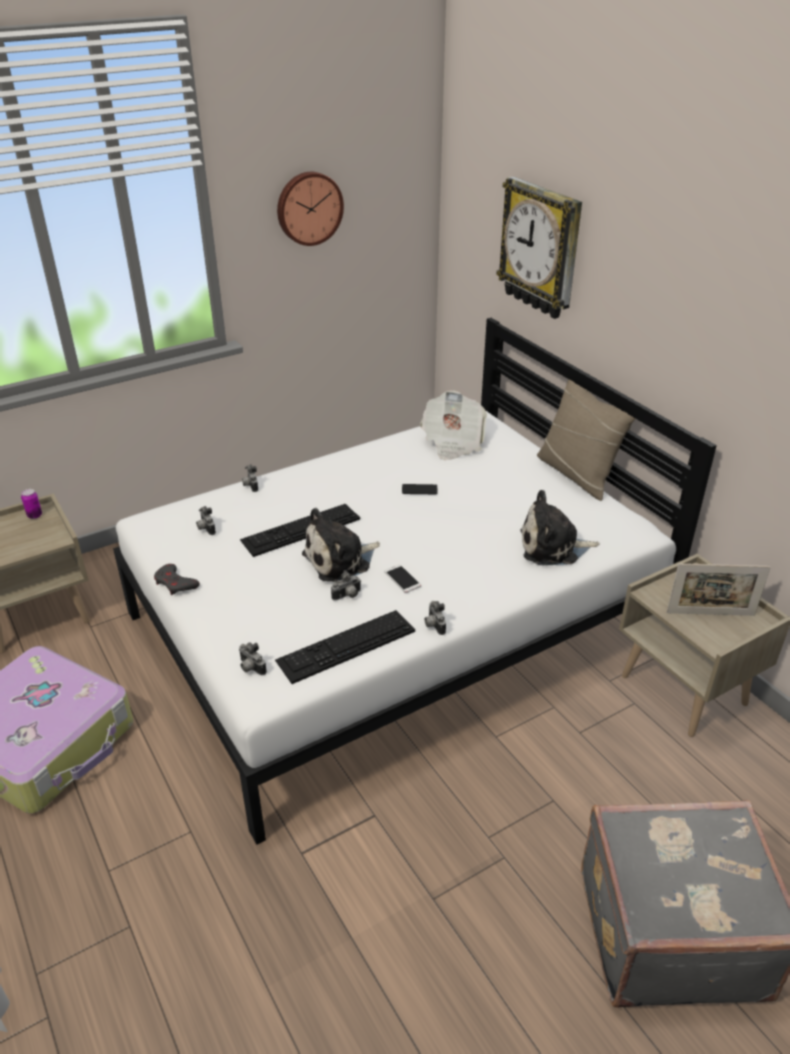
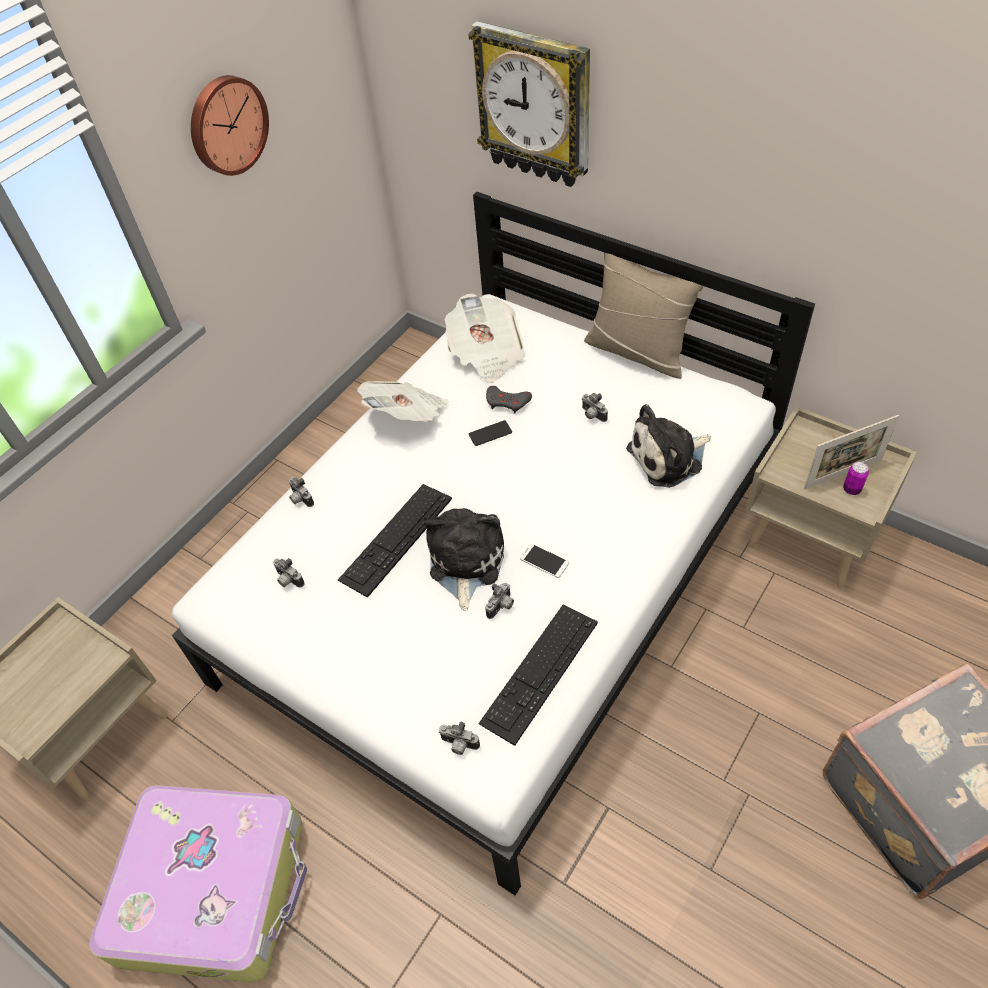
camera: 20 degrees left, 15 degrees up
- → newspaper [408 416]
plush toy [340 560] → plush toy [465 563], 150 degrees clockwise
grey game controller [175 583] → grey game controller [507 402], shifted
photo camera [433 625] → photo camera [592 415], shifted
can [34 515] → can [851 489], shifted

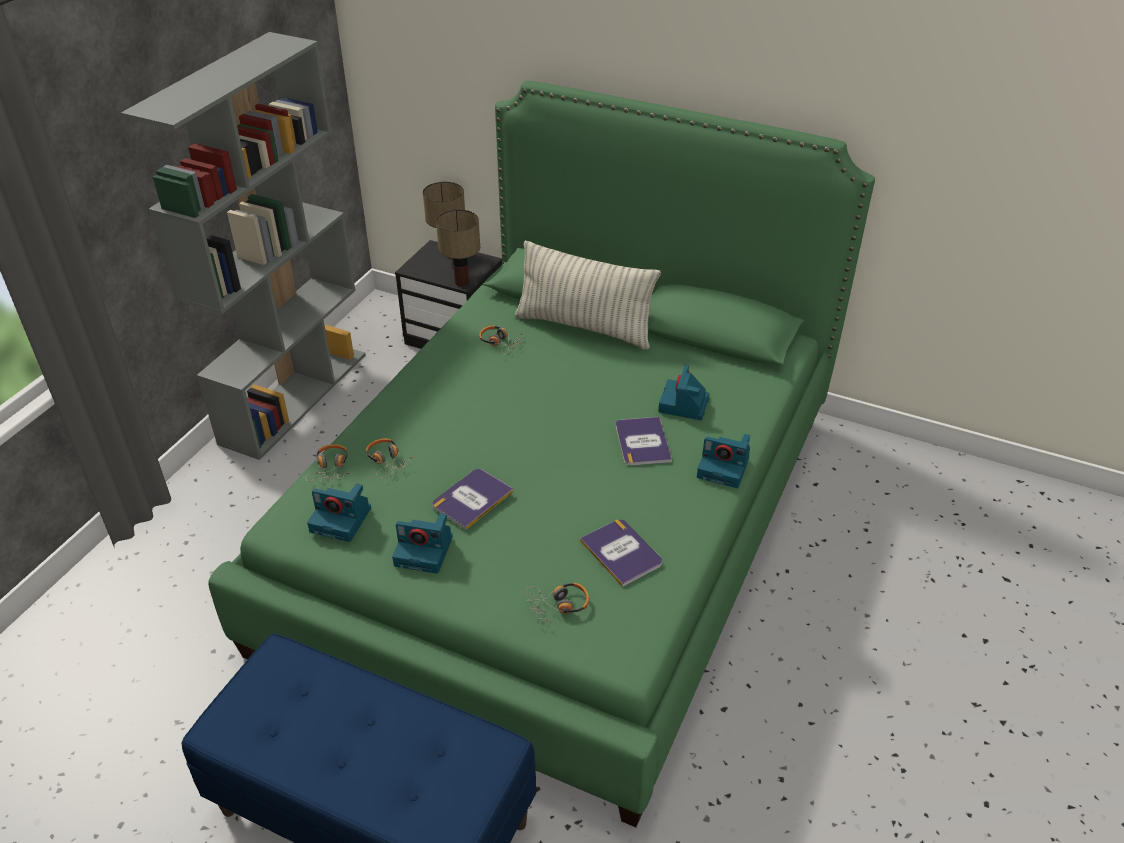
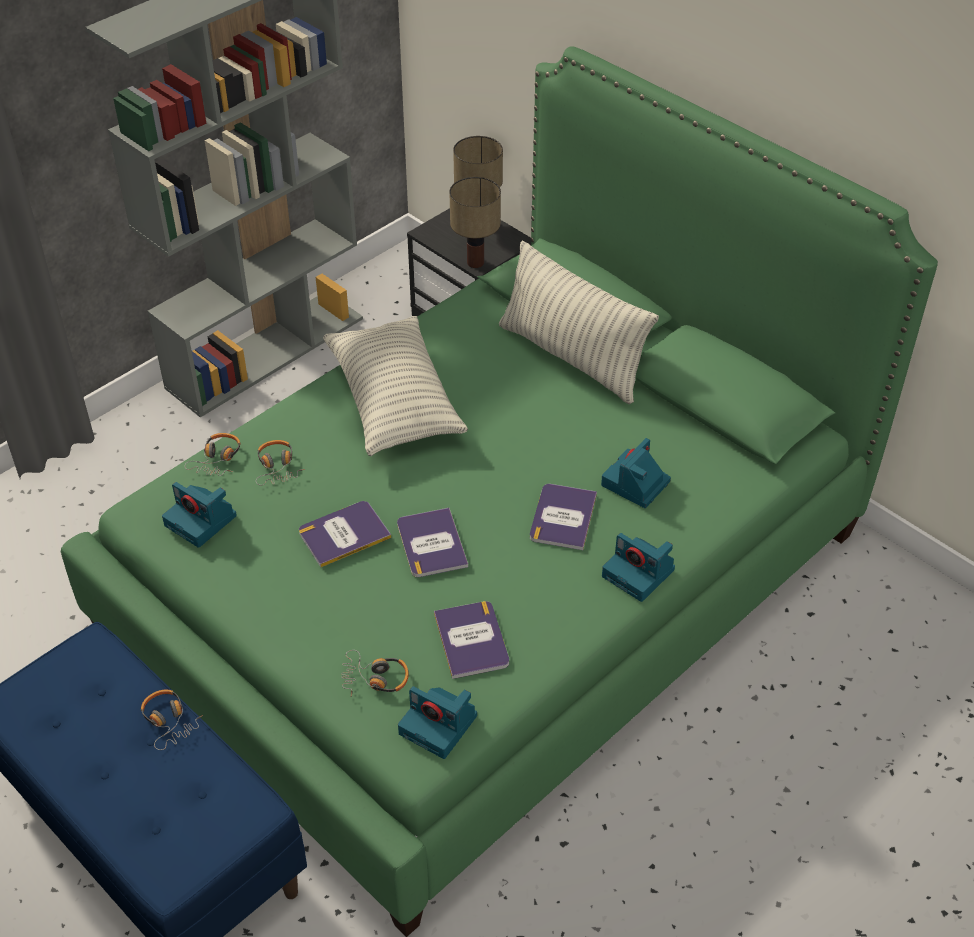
camera: 20 degrees right, 5 degrees up
headphones [501 343] → headphones [169 721], shifted
- → pillow [394 402]
- → book [431 544]
photo camera [425 551] → photo camera [440 725], shifted

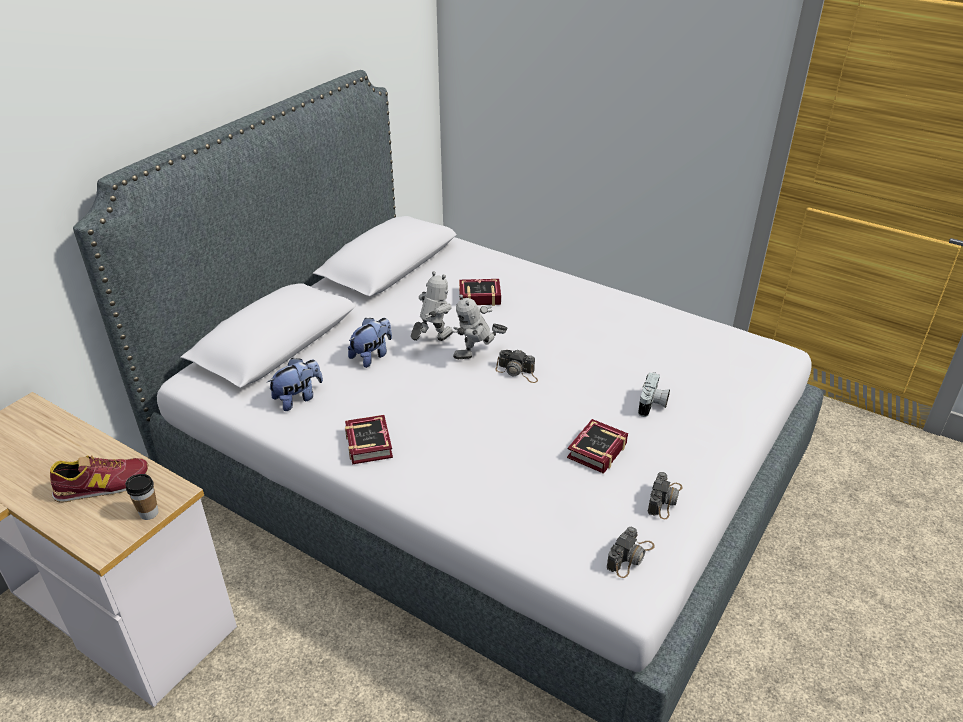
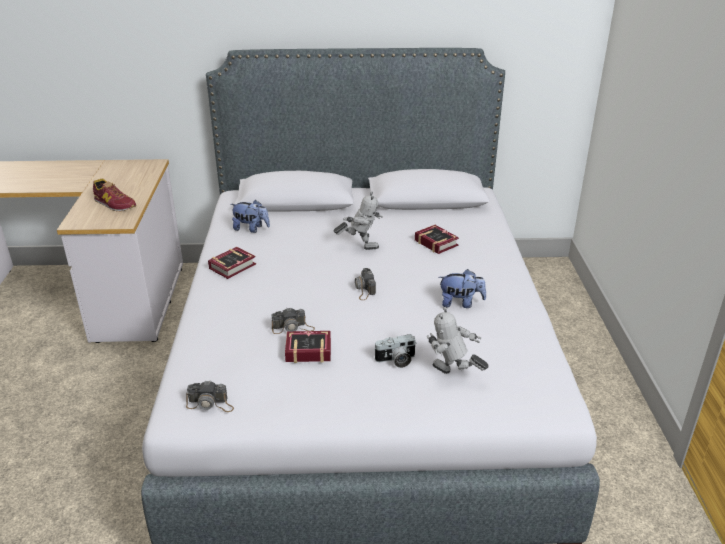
camera: 55 degrees right, 5 degrees down
photo camera [665 499] → photo camera [293 328], shifted
toy robot [477 356] → toy robot [452 376], shifted
plush toy [372 356] → plush toy [460 303], shifted
cup [149 513] → -

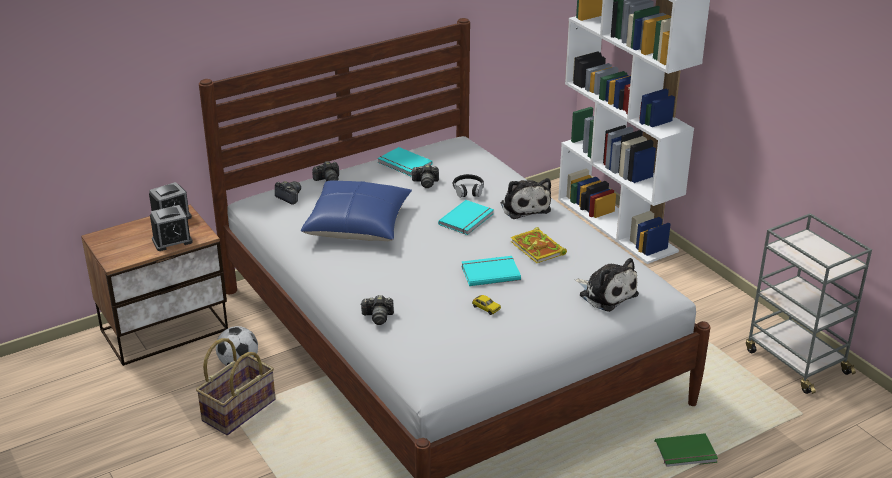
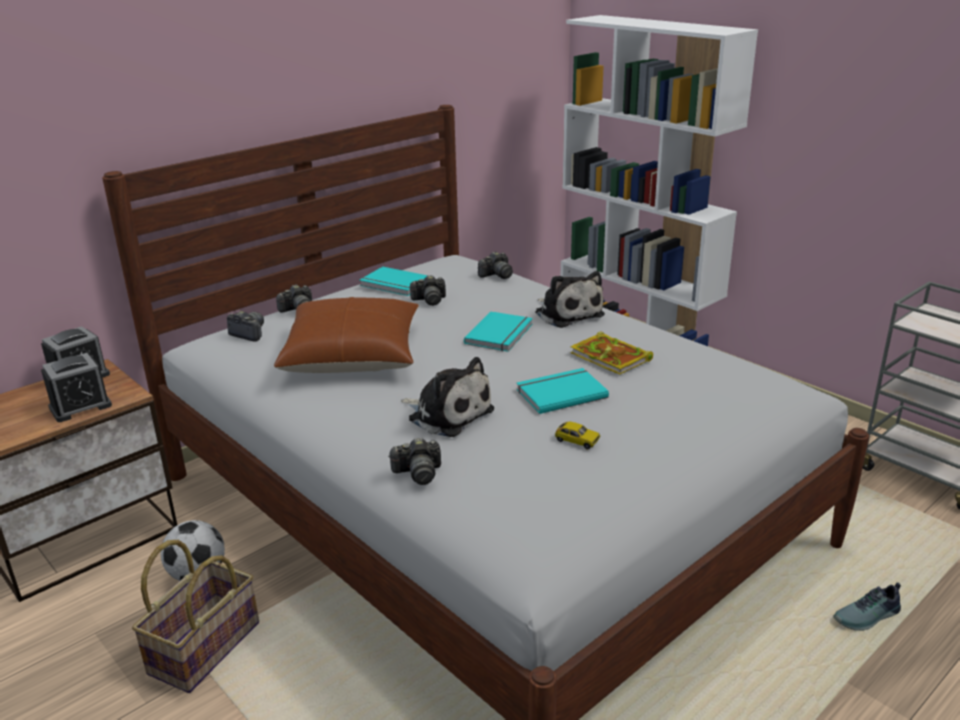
camera: 10 degrees left, 5 degrees down
blue pillow [358 224] → brown pillow [353 355]
plush toy [606 294] → plush toy [447 414], shifted
- → photo camera [497 275]
green book [686 454] → shoe [868 617]
black headphones [468 190] → -

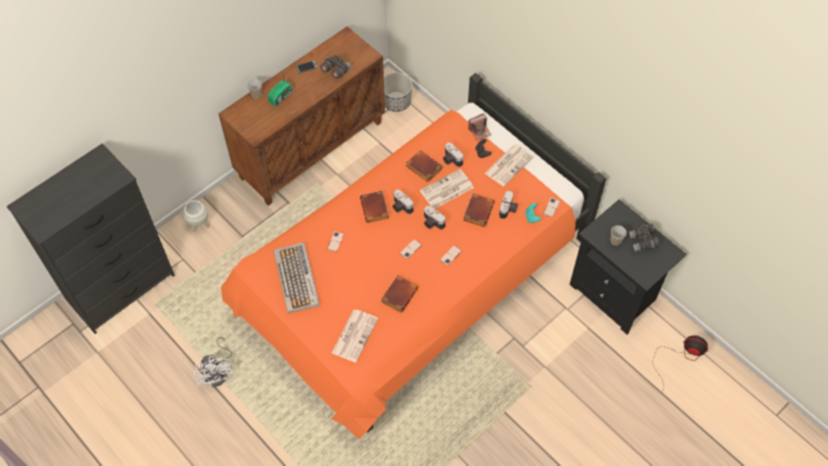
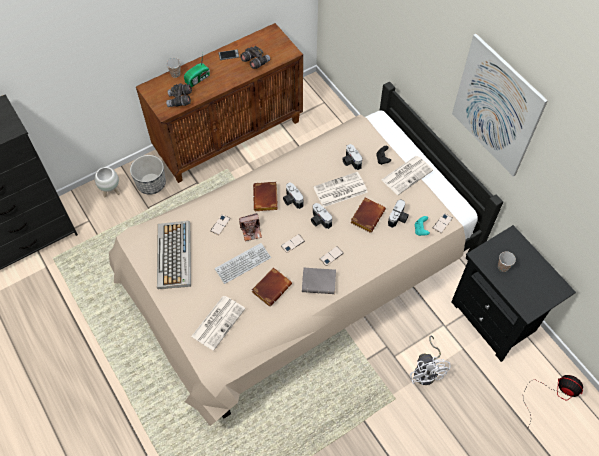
camera: 10 degrees right, 0 degrees up
orange bed [413 282] → beige bed [299 276]
planter [396 102] → planter [151 184], shifted
grey binoculars [643 242] → grey binoculars [180 100], shifted
- → keyboard [243 263]
photo camera [479 131] → photo camera [251 231], shifted
- → grey book [319 281]
white fan [218 372] → white fan [427 371], shifted
- → picture [496 107]
brown book [422 168] → -

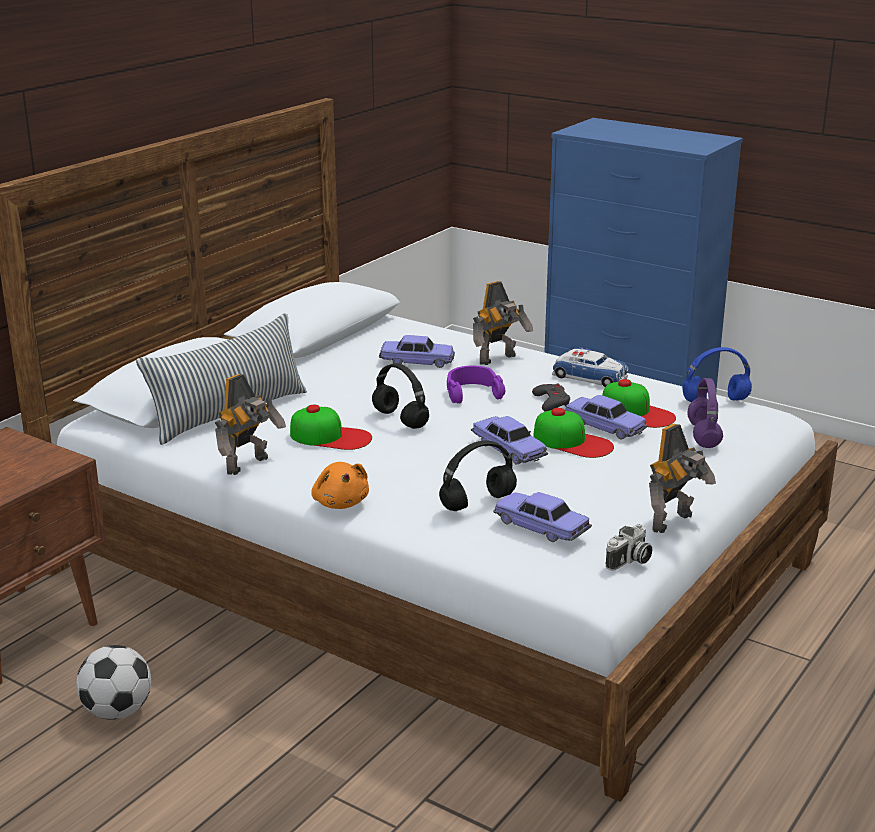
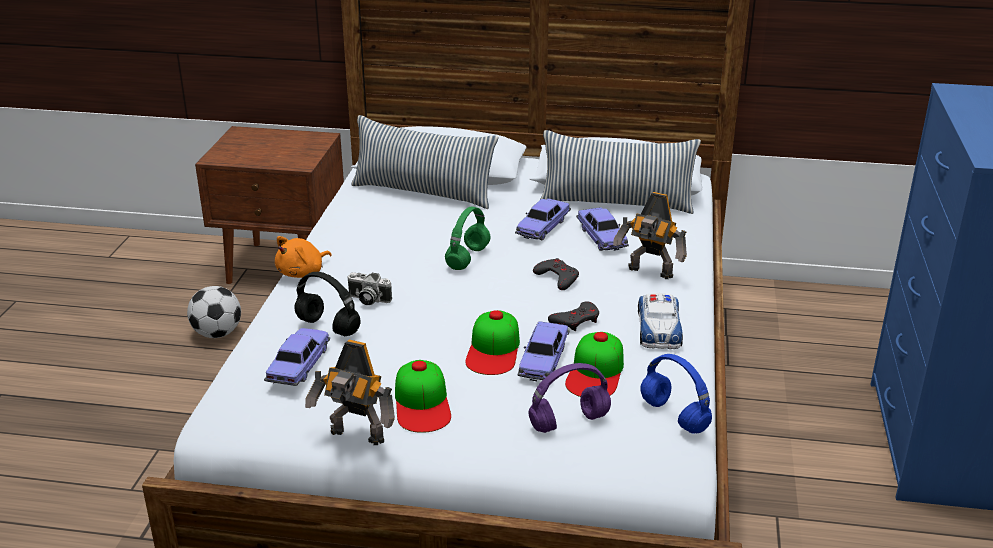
camera: 65 degrees right, 5 degrees up
photo camera [630 561] → photo camera [368 300], shifted
cap [330 436] → cap [422 403], shifted
black headphones [399 419] → green headphones [467 258]
toy car [509 449] → toy car [543 227], shifted
purple headphones [473 393] → grey game controller [557 278]
- → pillow [616 203]
toy robot [249 465] → -

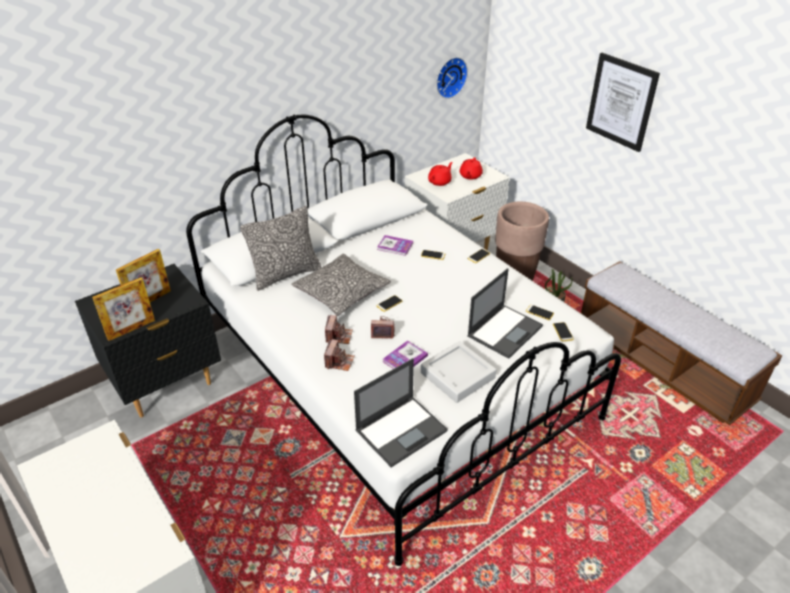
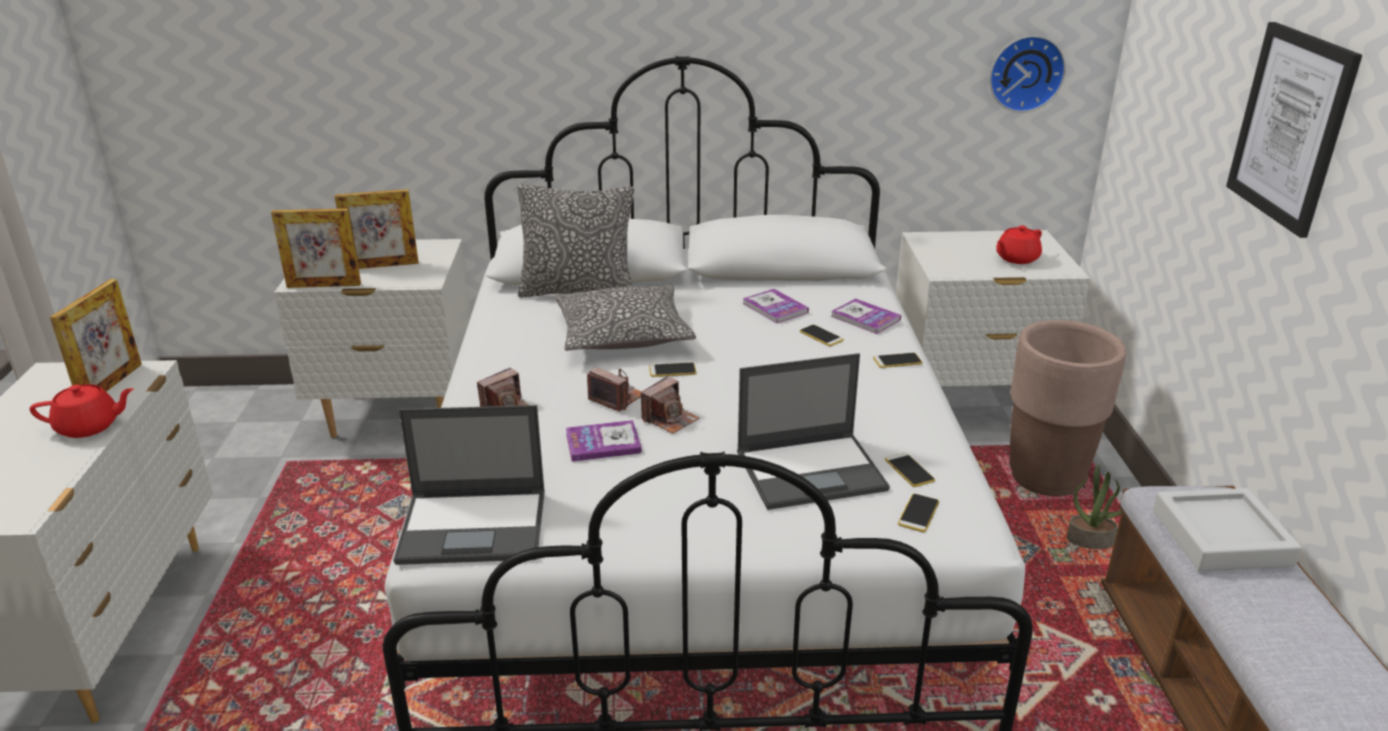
camera: 35 degrees right, 10 degrees down
red teapot [440 181] → red teapot [89 427], shifted
- → picture frame [111 385]
black nightstand [166 385] → white nightstand [397 415]
photo camera [338 336] → photo camera [670 419], shifted
- → book [865 318]
grey tray [457 375] → grey tray [1221 538], shifted

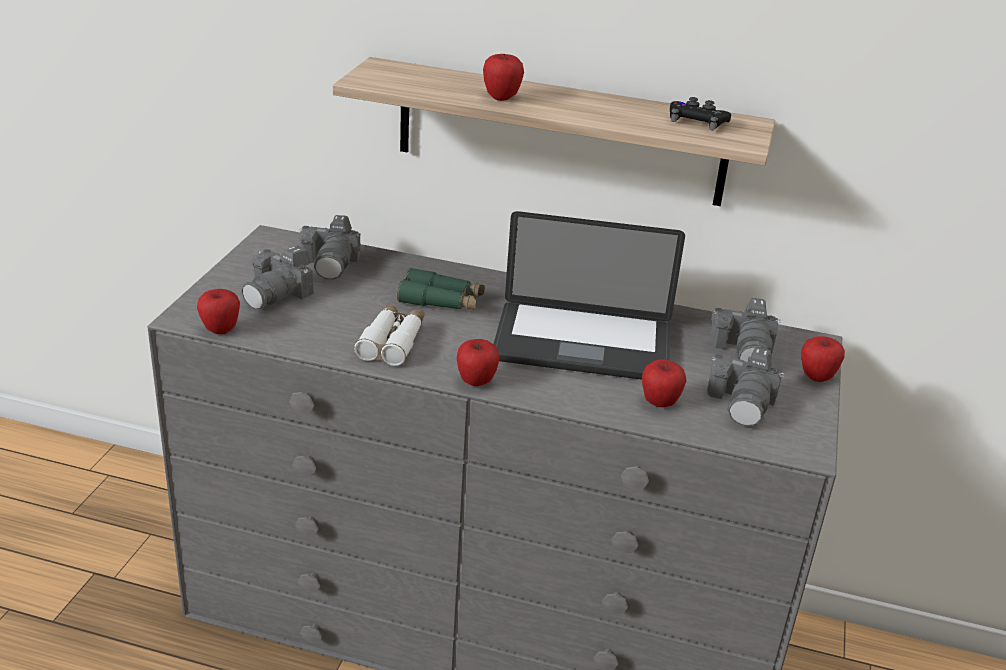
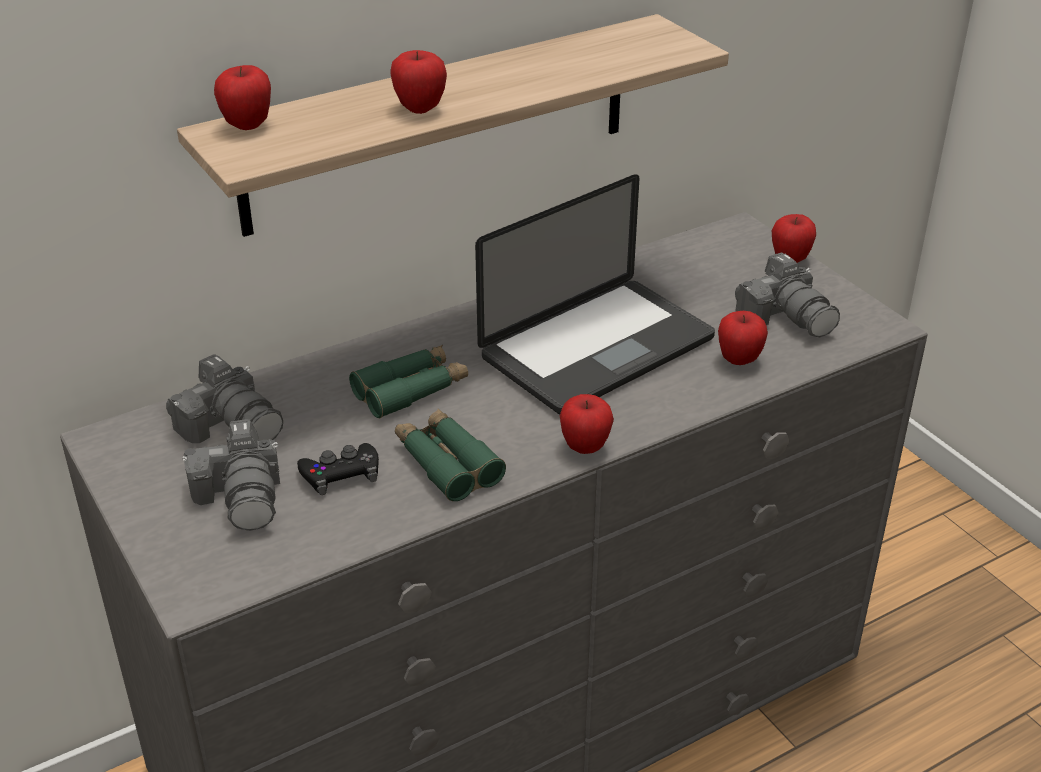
camera: 45 degrees left, 5 degrees up
apple [220 330] → apple [247 125], shifted
black game controller [697 122] → black game controller [341 474], shifted
white binoculars [392 342] → green binoculars [447 463]
photo camera [745 351] → -

